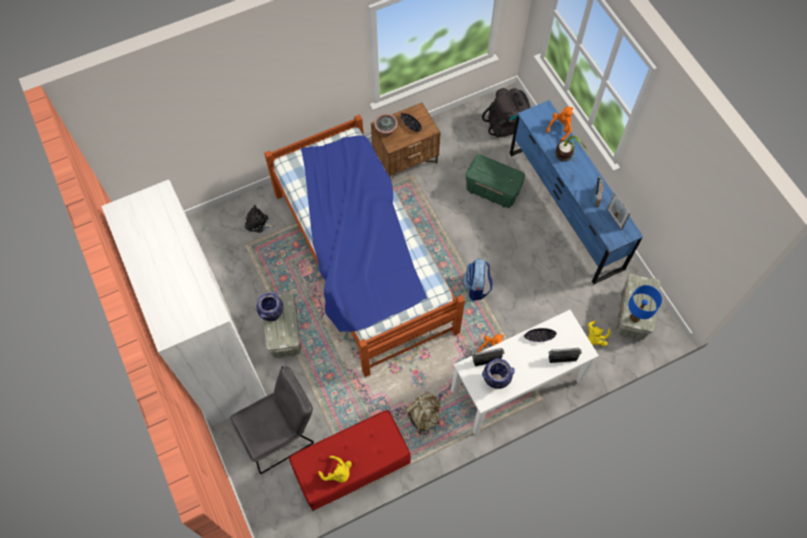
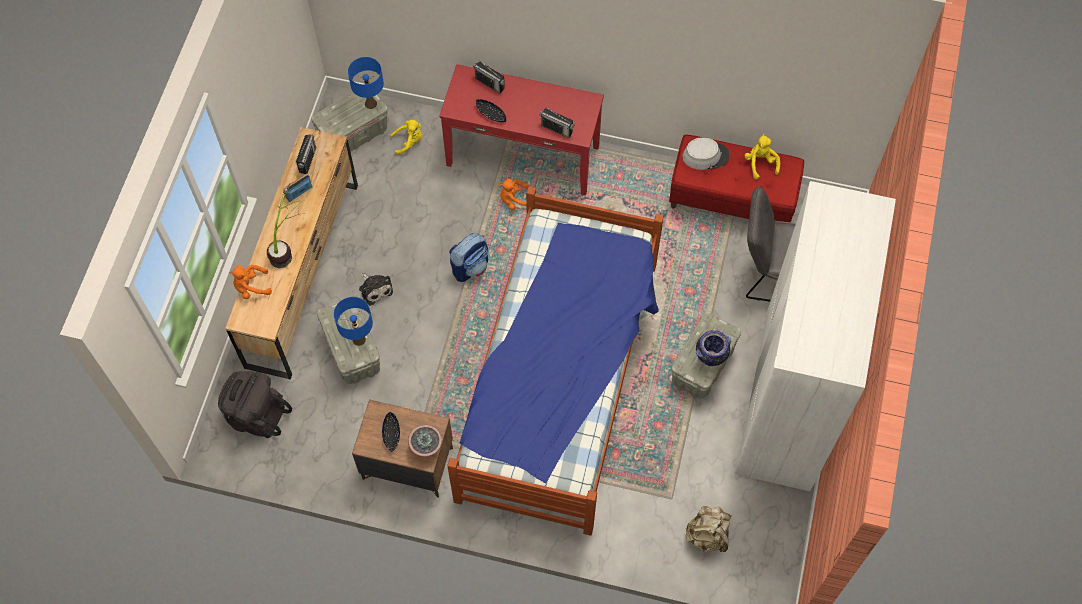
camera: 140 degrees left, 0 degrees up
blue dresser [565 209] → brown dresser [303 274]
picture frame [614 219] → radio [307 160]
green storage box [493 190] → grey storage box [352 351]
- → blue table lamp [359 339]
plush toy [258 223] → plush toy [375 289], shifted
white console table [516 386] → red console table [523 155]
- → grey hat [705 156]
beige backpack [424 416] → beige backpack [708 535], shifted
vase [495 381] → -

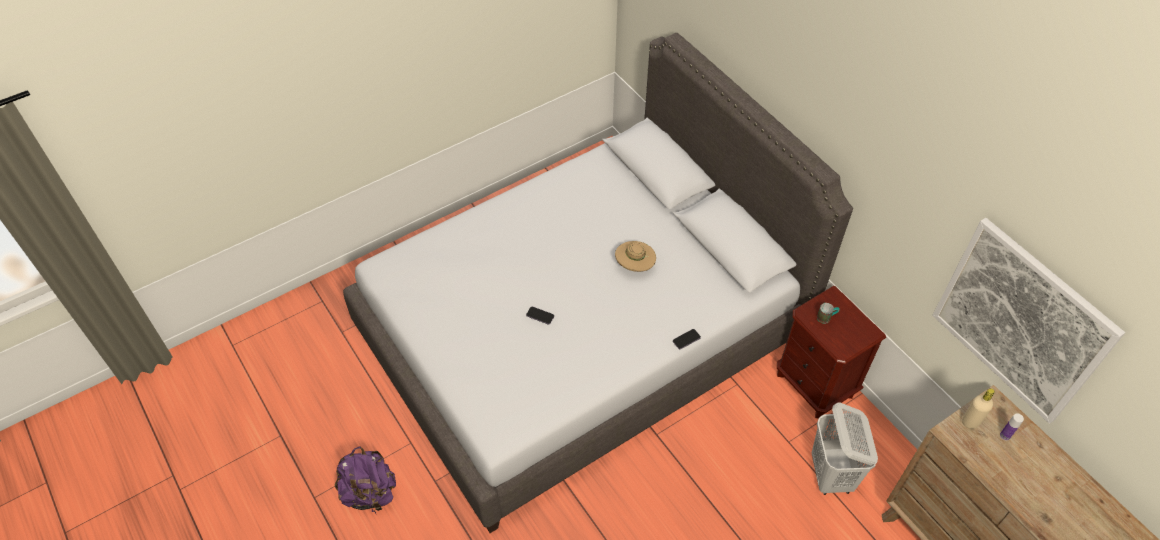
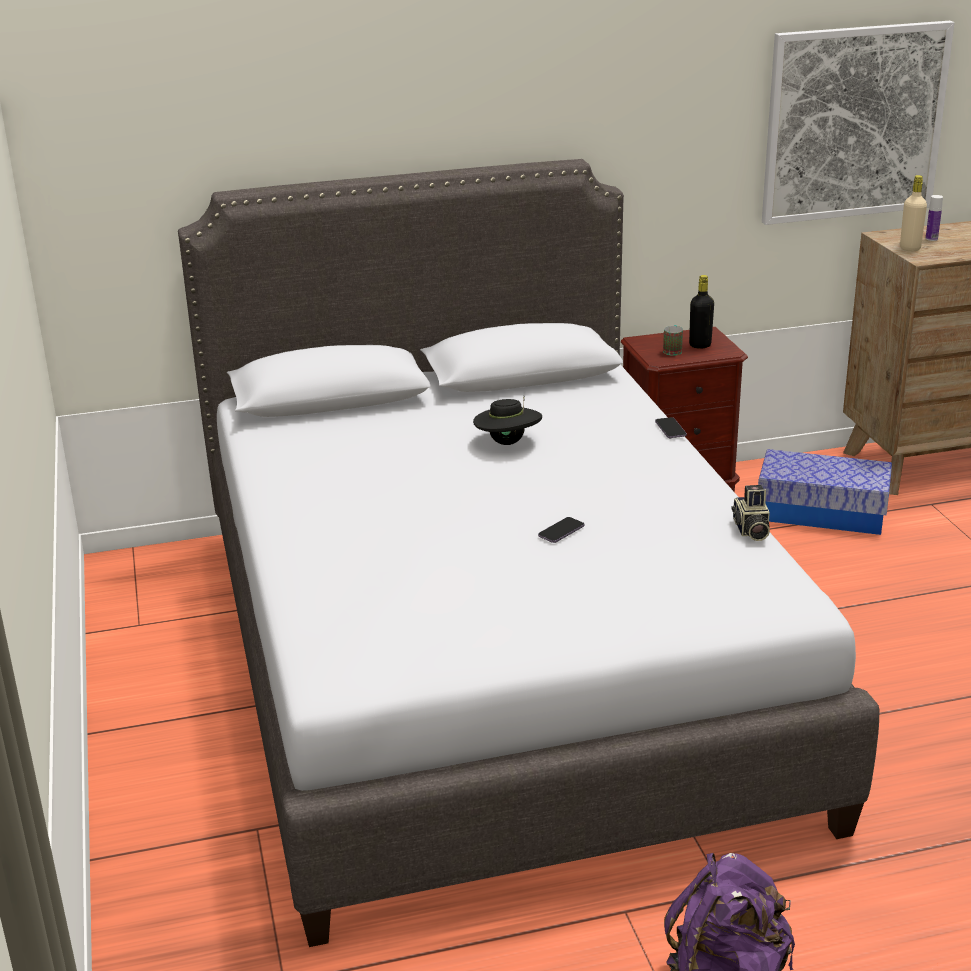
camera: 70 degrees left, 25 degrees down
beige hat [635 265] → black hat [508 442]
- → black bottle [700 345]
- → photo camera [750 530]
white laundry basket [831 475] → storage box [822 512]

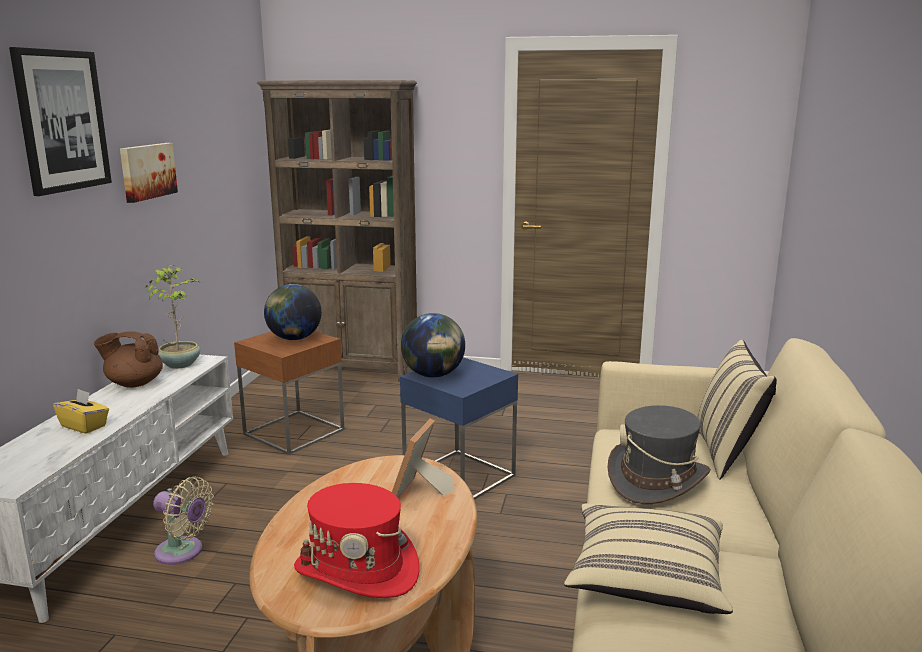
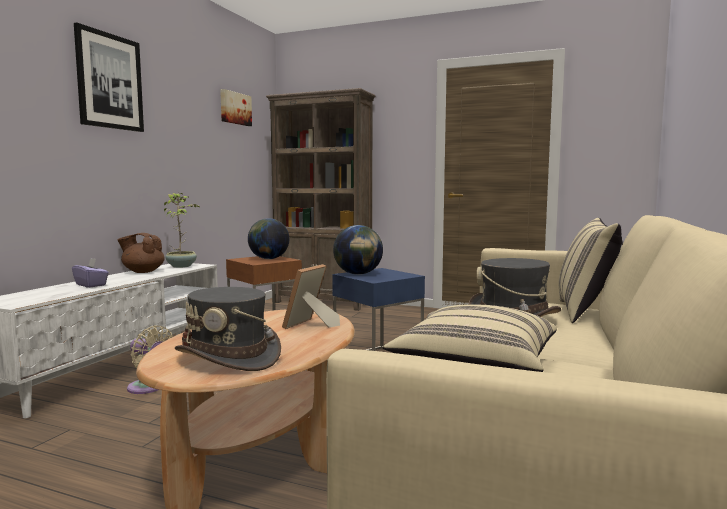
camera: 10 degrees right, 10 degrees down
yellow tissue box [84 426] → purple tissue box [91 285]
red hat [357 570] → grey hat [229 357]
picture [147 171] → picture [235 108], shifted

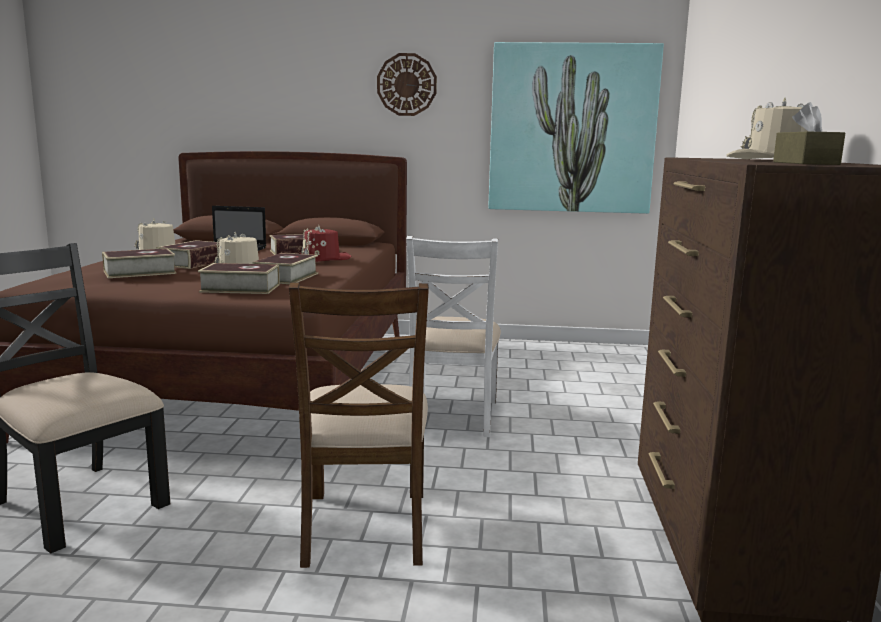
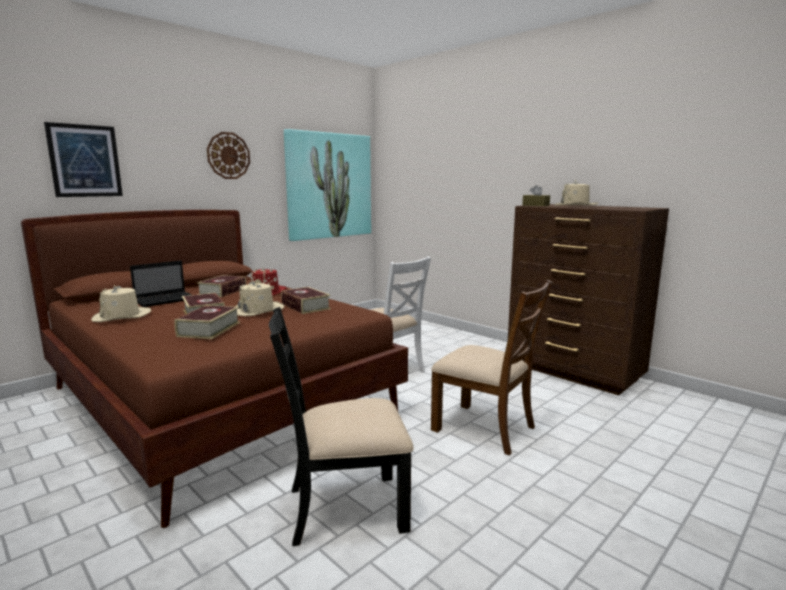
camera: 50 degrees left, 0 degrees up
- → picture [85 161]
brown tissue box [805 163] → brown tissue box [535 205], shifted
book [240 288] → -

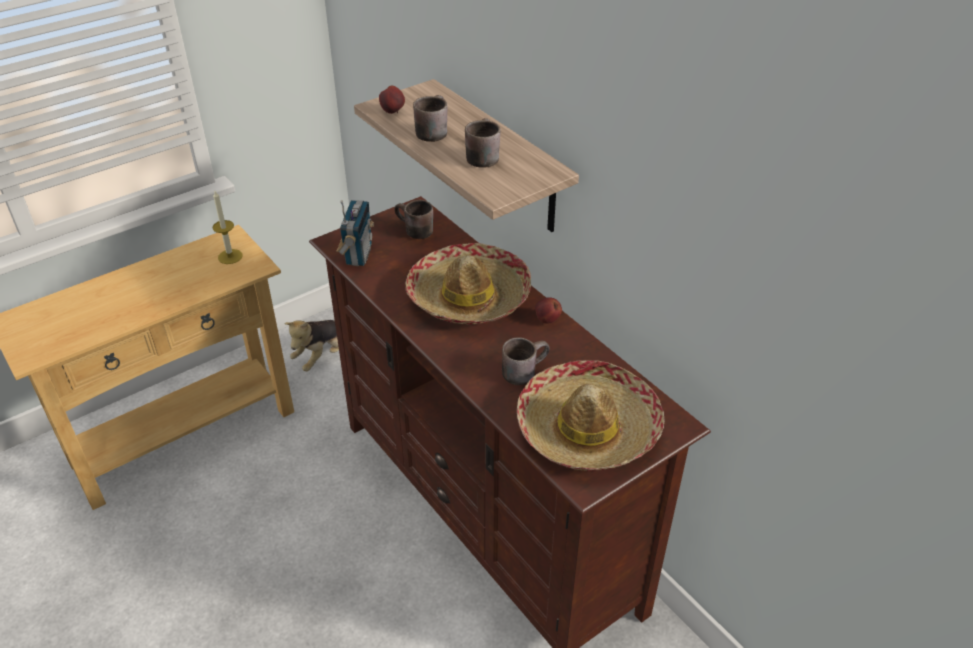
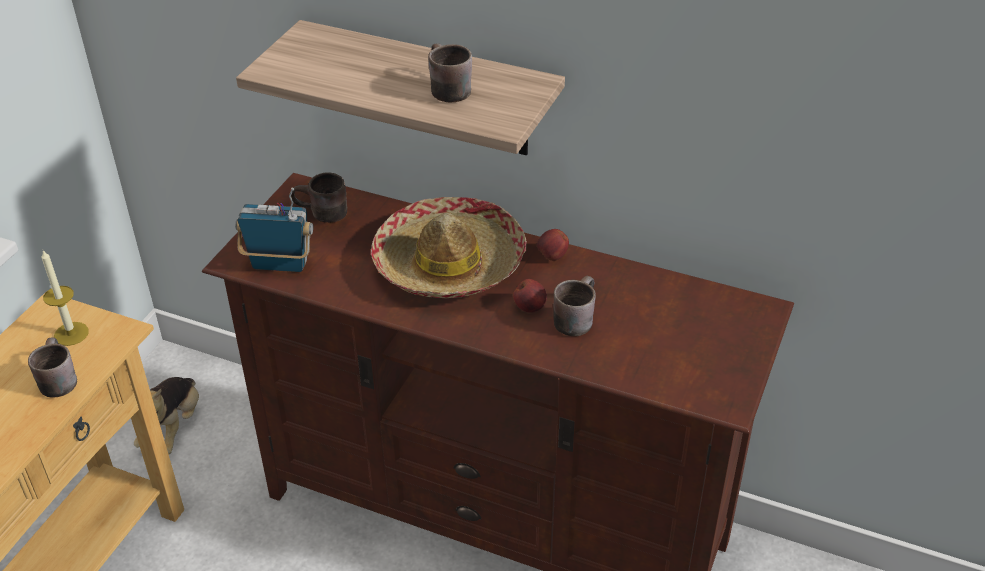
camera: 30 degrees left, 0 degrees up
brown mug [431 131] → brown mug [55 380], shifted
radio [358 255] → radio [280 264], 60 degrees counterclockwise
apple [393 112] → apple [530 307], shifted
hat [587 428] → -

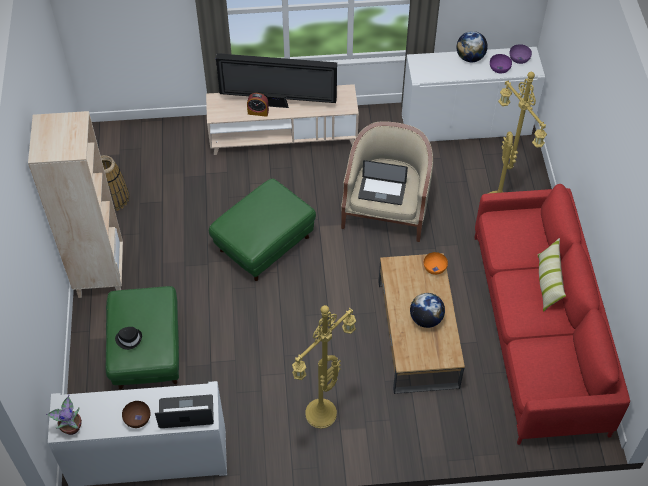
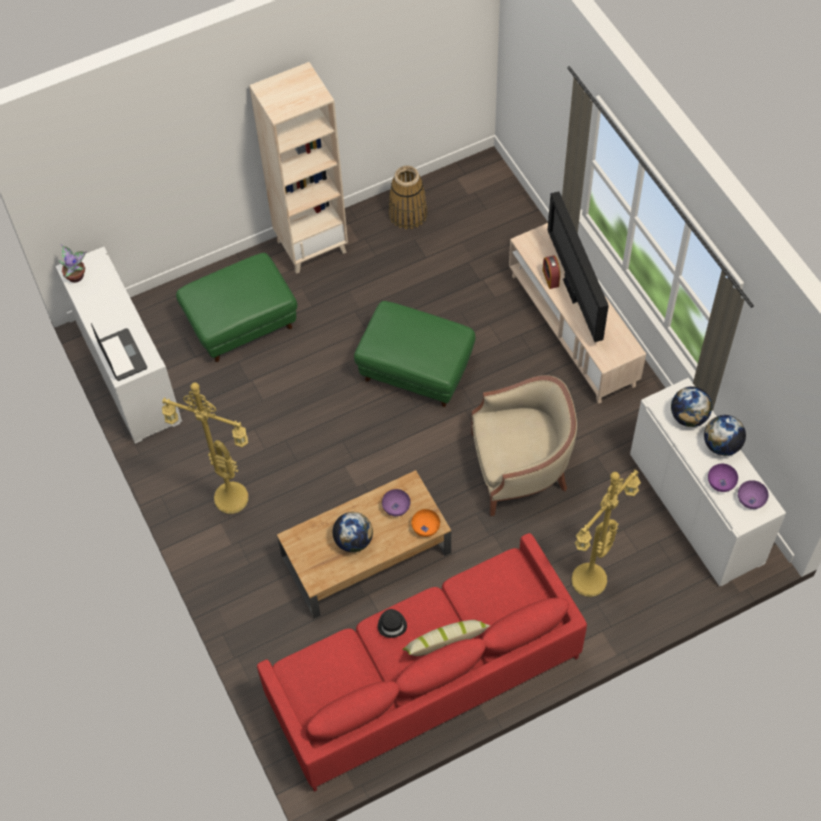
camera: 70 degrees right, 5 degrees up
black hat [129 339] → black hat [392 624], shifted
- → purple bowl [396 507]
- → globe [689 417]
brown bowl [137 419] → -
laptop [381 191] → -

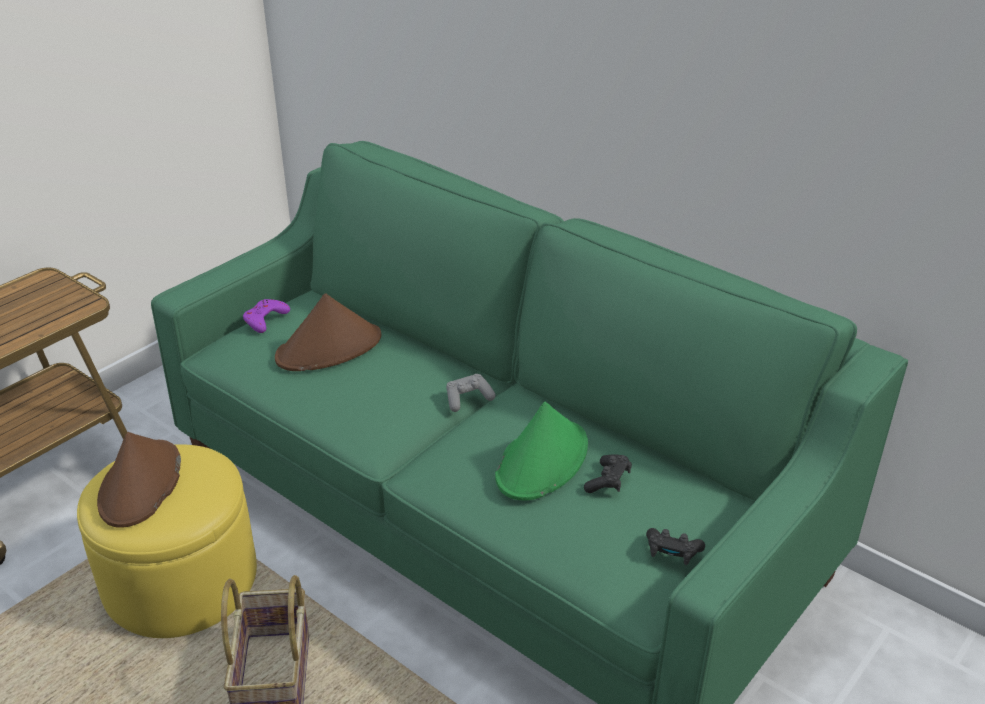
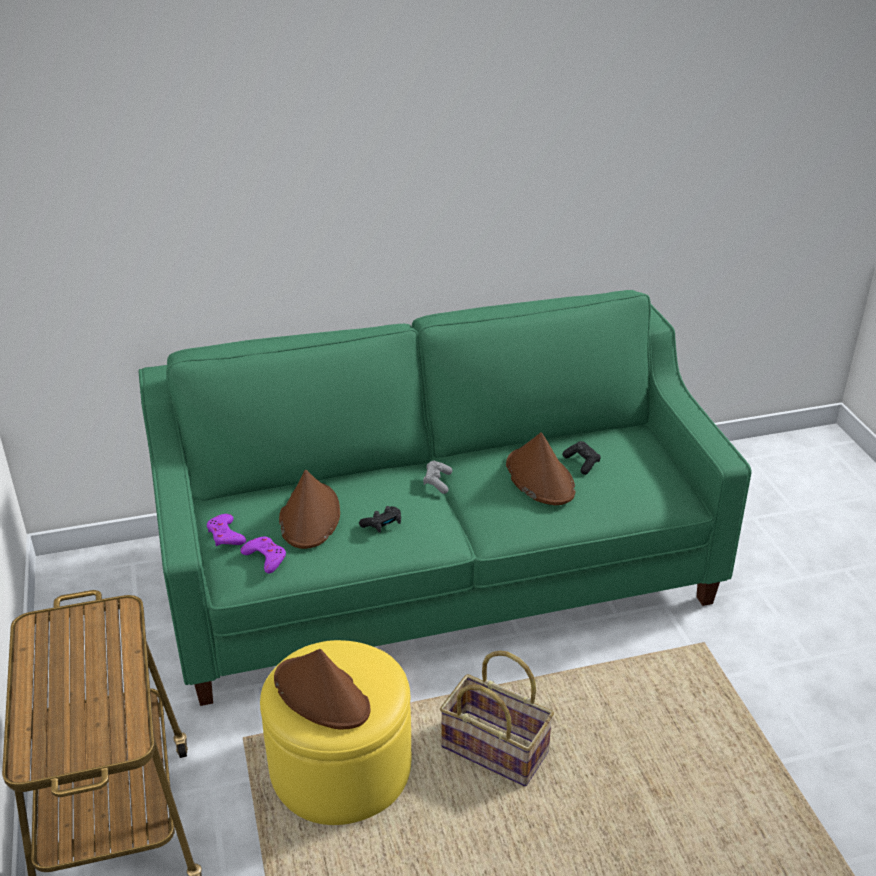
camera: 55 degrees left, 0 degrees up
- → purple game controller [265 557]
black game controller [672 553] → black game controller [382 525], shifted
green hat [542 461] → brown hat [539 478]

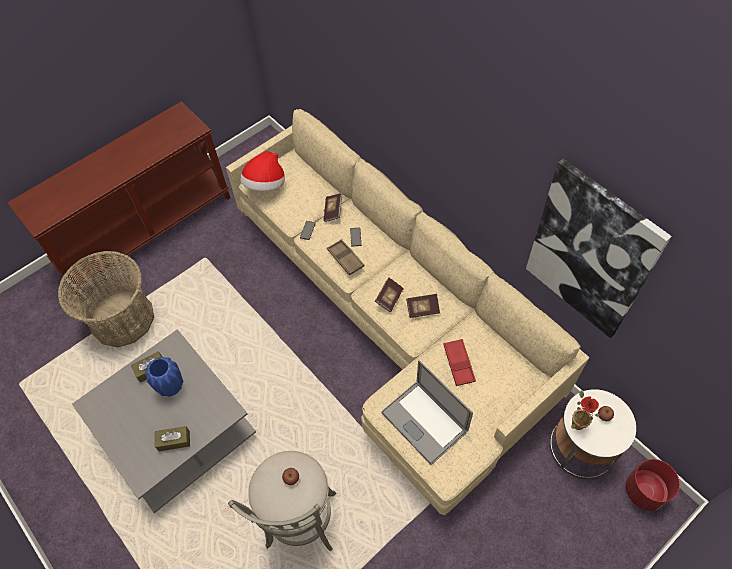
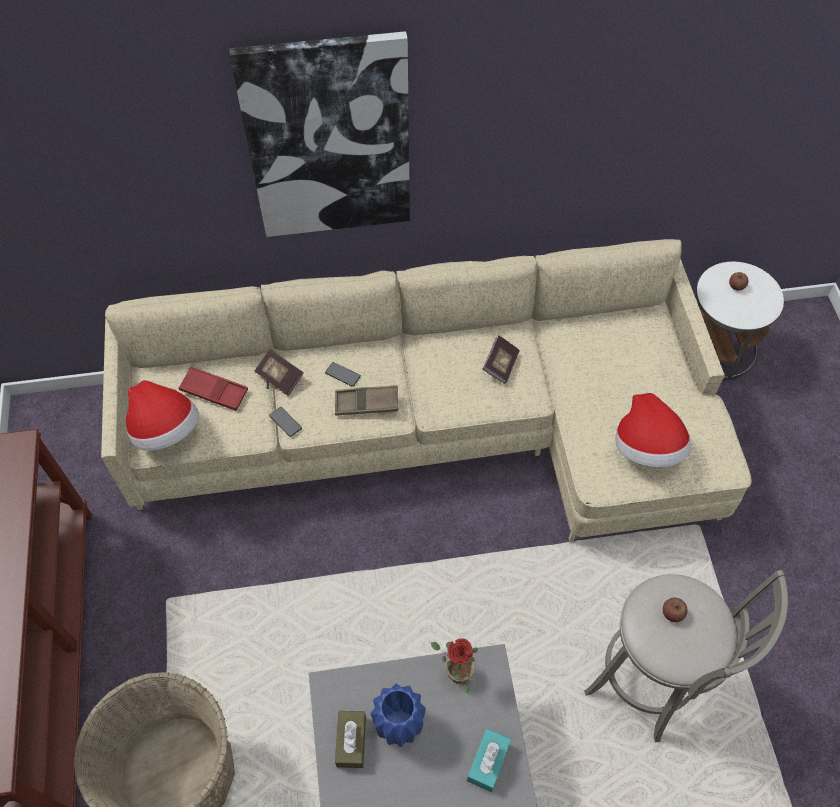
camera: 60 degrees left, 0 degrees up
red tray [459 364] → red tray [214 391], shifted
picture [591 252] → picture [328 140], shifted
potted plant [576 421] → potted plant [454 673], shifted
brown tissue box [174 441] → turquoise tissue box [488 762]
laptop [424 421] → hat [647 447]
book [389 298] → -
red planter [645 491] → -

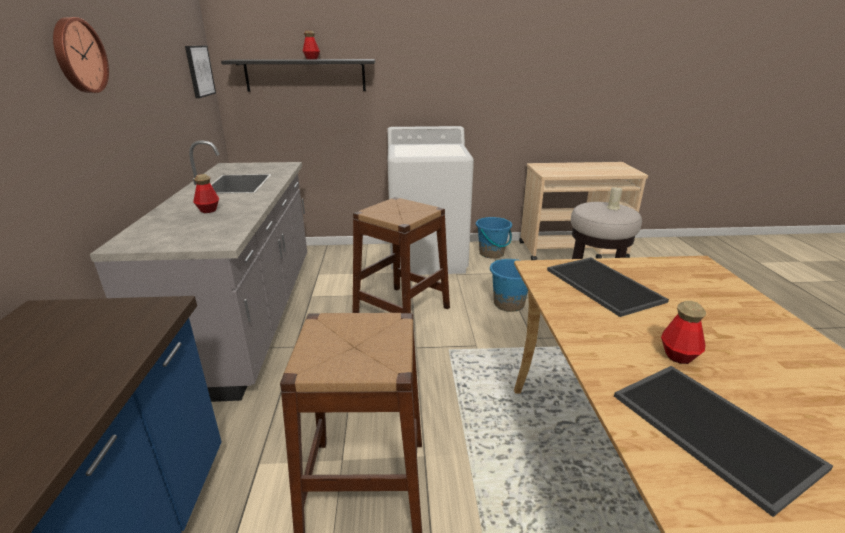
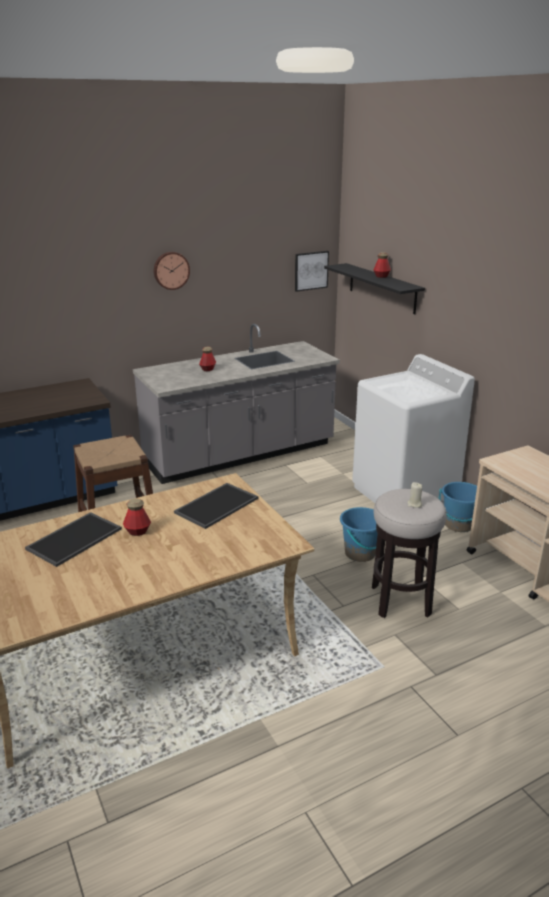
camera: 65 degrees right, 0 degrees up
brown stool [402 311] → -

